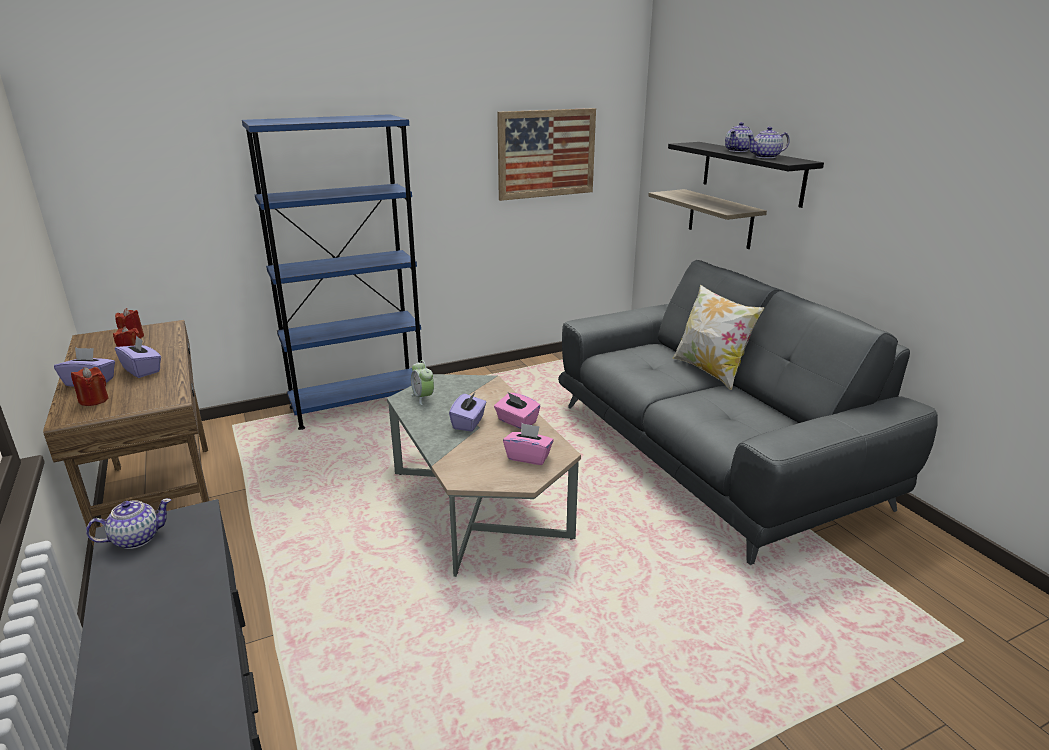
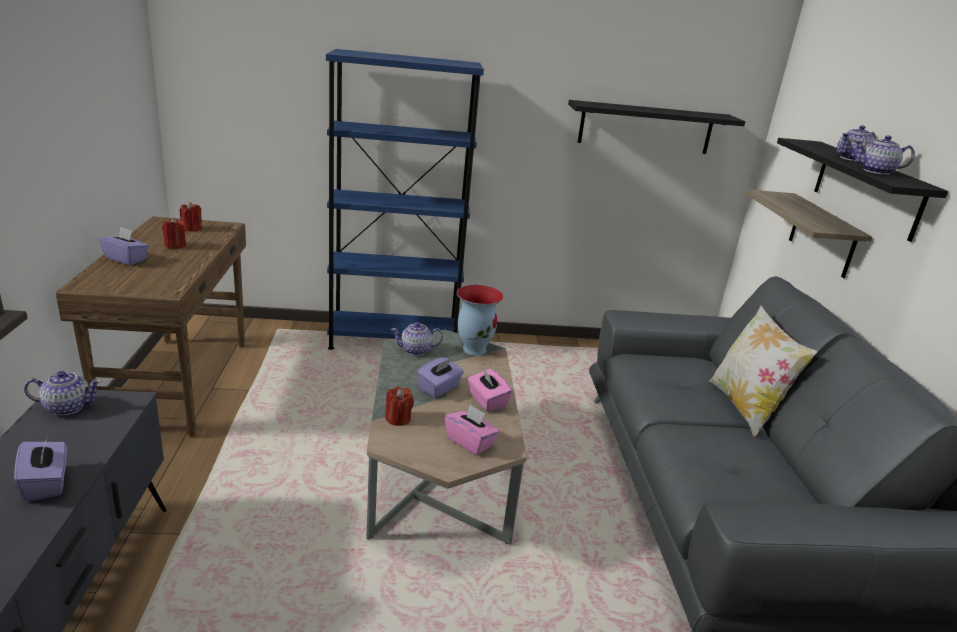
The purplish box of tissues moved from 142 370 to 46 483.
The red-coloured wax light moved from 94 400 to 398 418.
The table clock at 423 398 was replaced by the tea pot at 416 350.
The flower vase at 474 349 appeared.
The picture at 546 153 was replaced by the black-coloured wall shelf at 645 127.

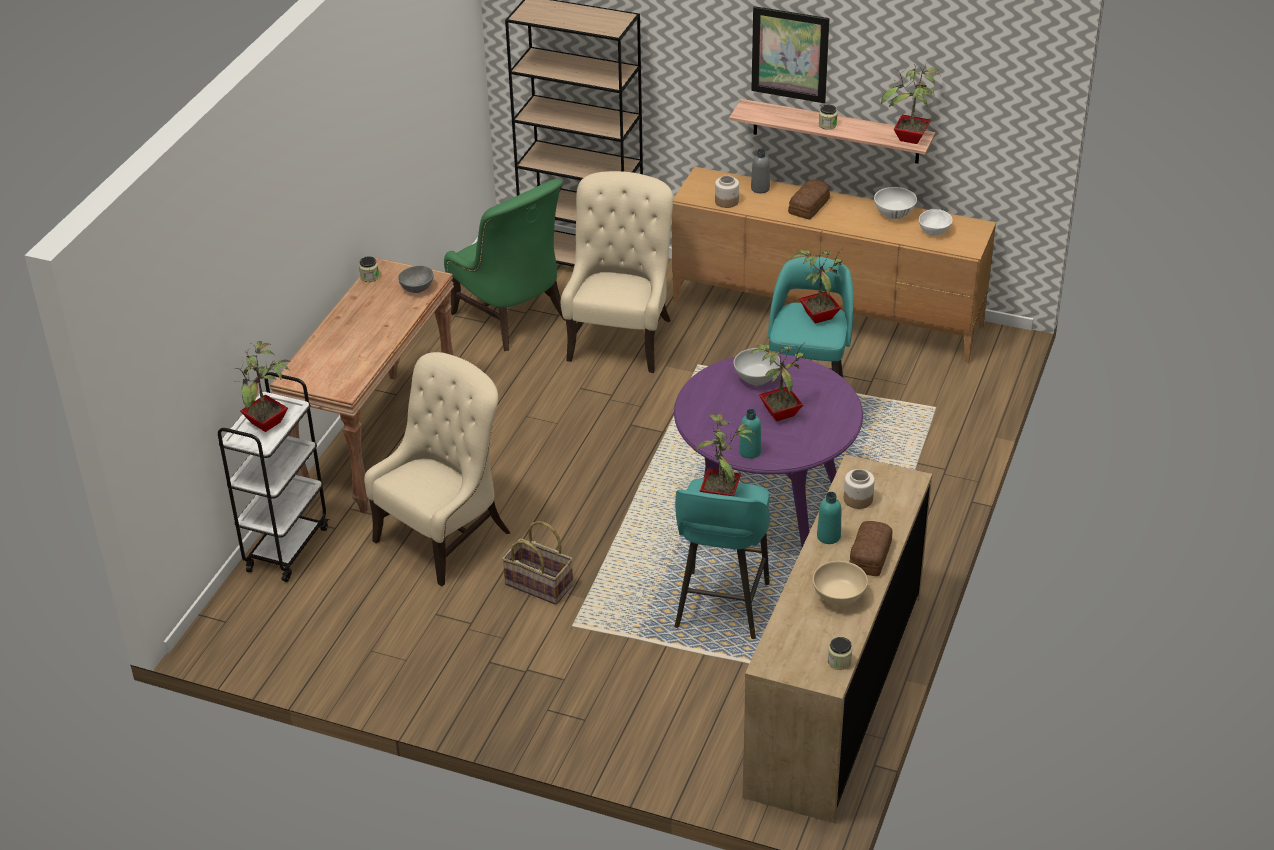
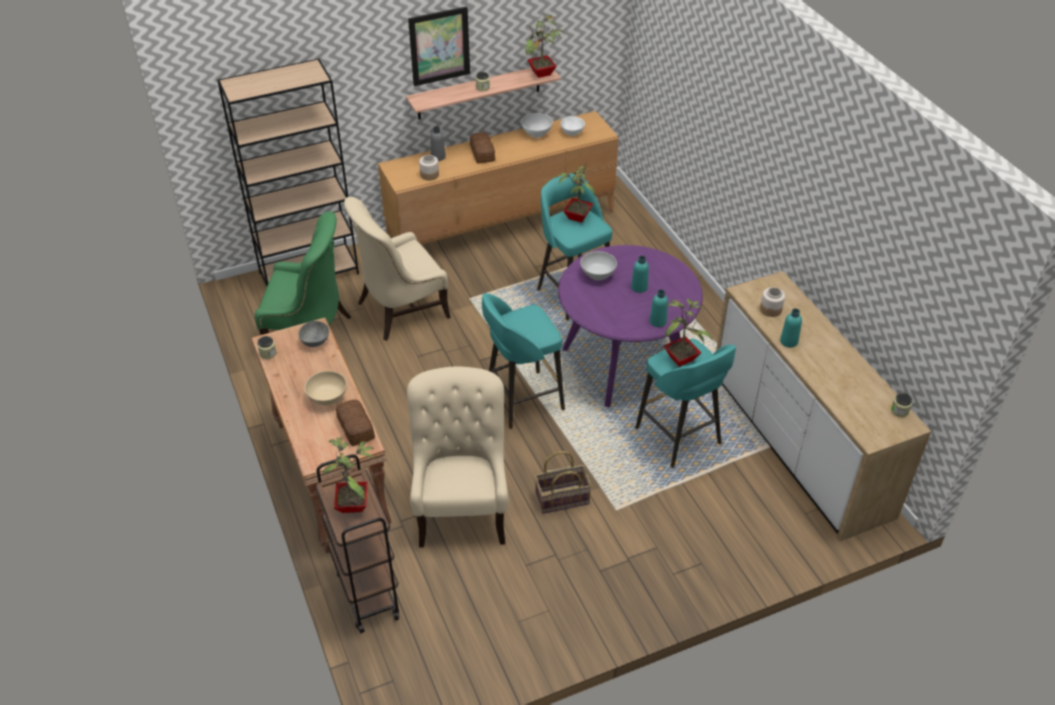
The beige-coloured serving bowl moved from 839 597 to 328 398.
The white trolley at 286 548 became the brownish trolley at 366 595.
The bread moved from 869 556 to 355 428.
The beige-coloured plain chair at 621 339 turned 90 degrees counterclockwise.
The blue-green stool at 522 400 appeared.
The houseplant at 779 412 was replaced by the blue-green bottle at 639 287.

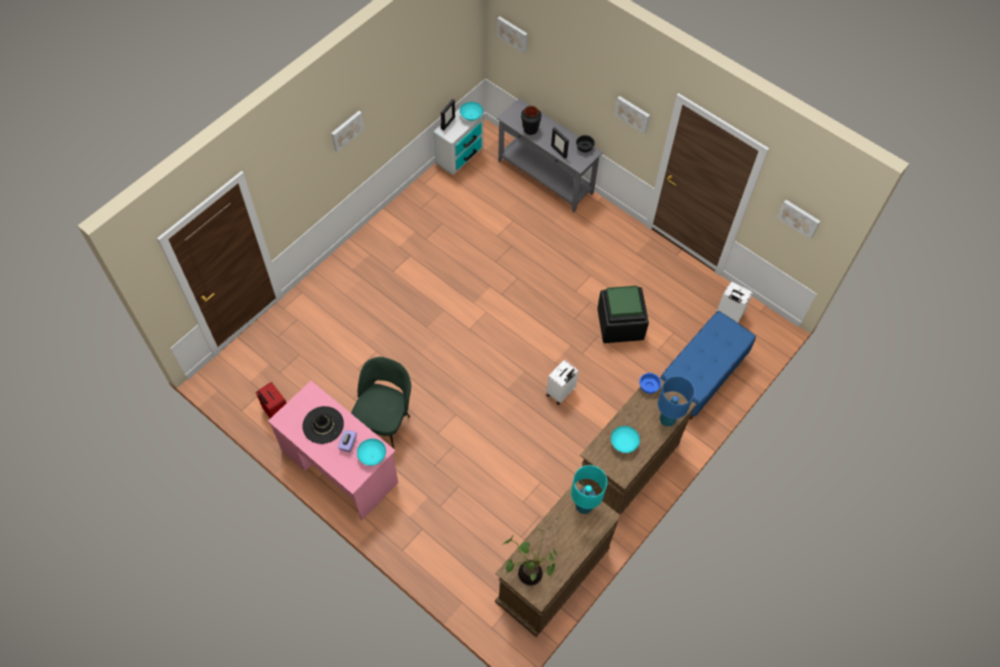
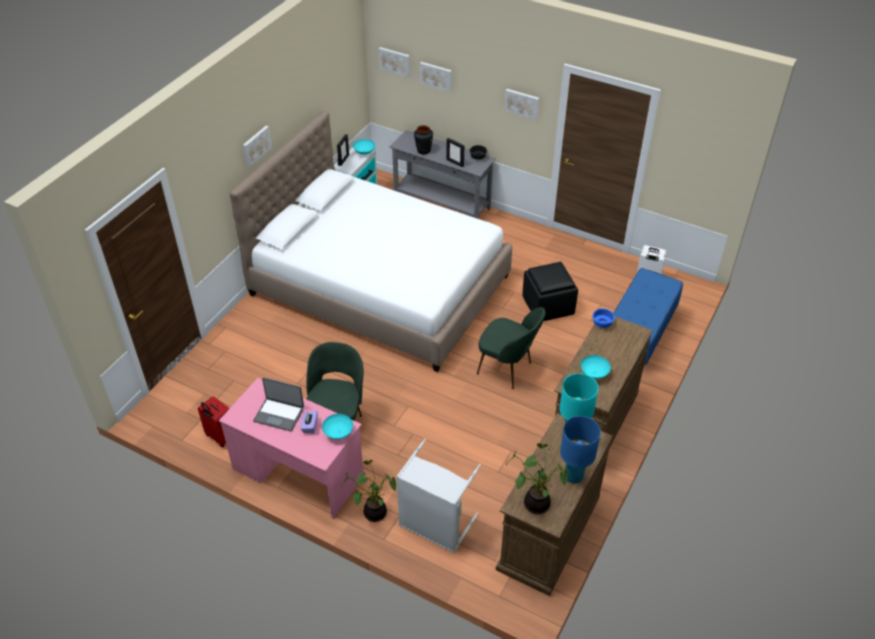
The white sleeping bed at 380 285 appeared.
The black-coloured wearable hat at 323 425 was replaced by the portable computer at 279 414.
The houseplant at 374 511 appeared.
The grey hamper at 434 526 appeared.
The picture moved from 799 218 to 436 76.
The white suitcase at 561 392 was replaced by the green plain chair at 508 370.
The bluish tabletop lamp moved from 667 419 to 574 476.
The green carrying tray at 624 302 disappeared.

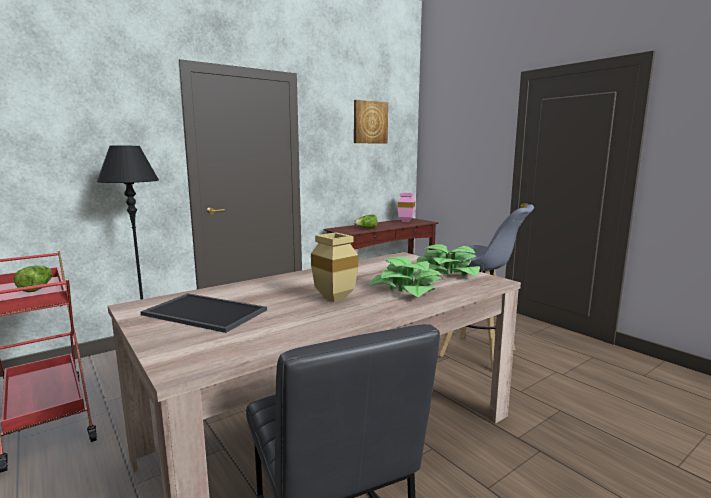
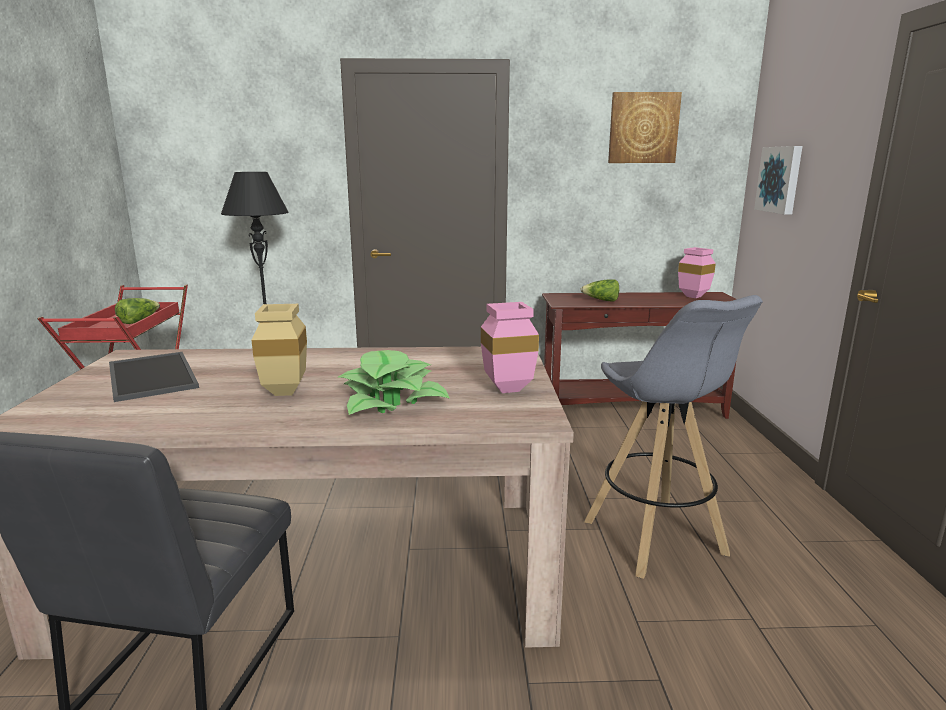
The houseplant at 447 271 was replaced by the pinkish flower vase at 510 388.
The picture at 780 179 appeared.

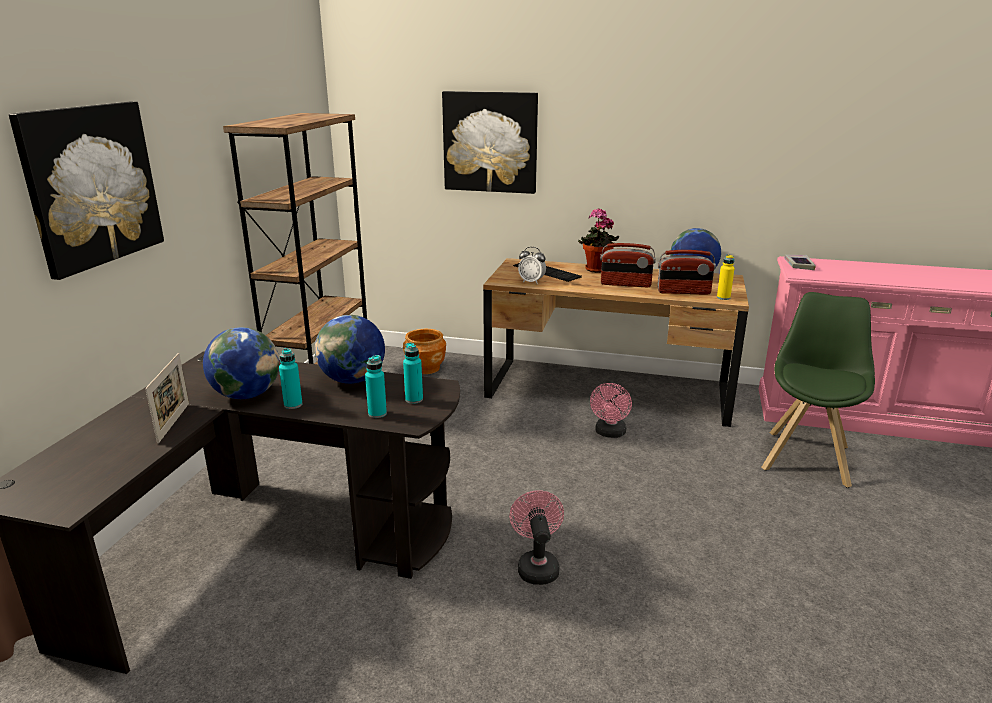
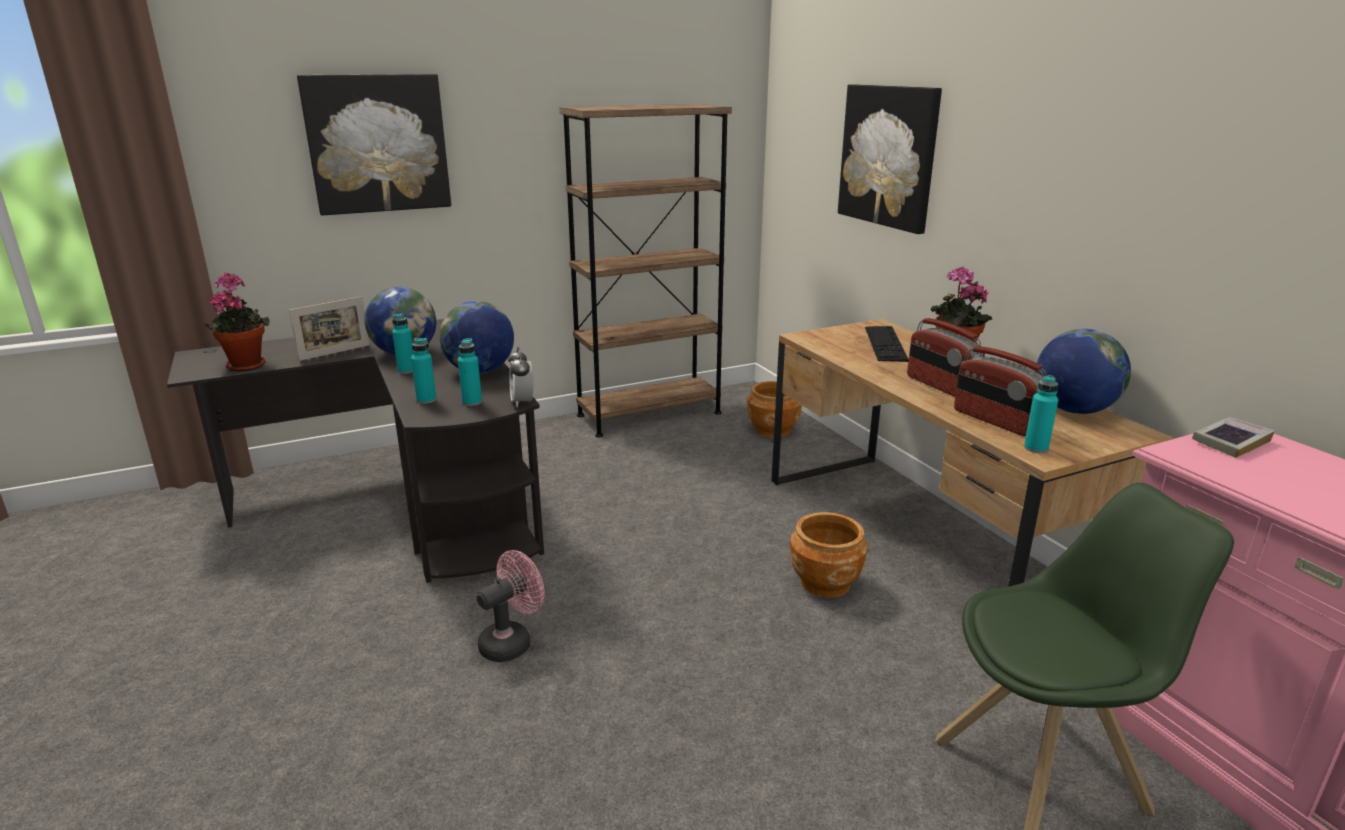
The houseplant at 246 365 appeared.
The table clock moved from 531 282 to 522 402.
The pinkish fan at 609 433 was replaced by the brownish plant pot at 825 582.
The yellow-coloured bottle at 723 297 became the blue-green bottle at 1035 448.

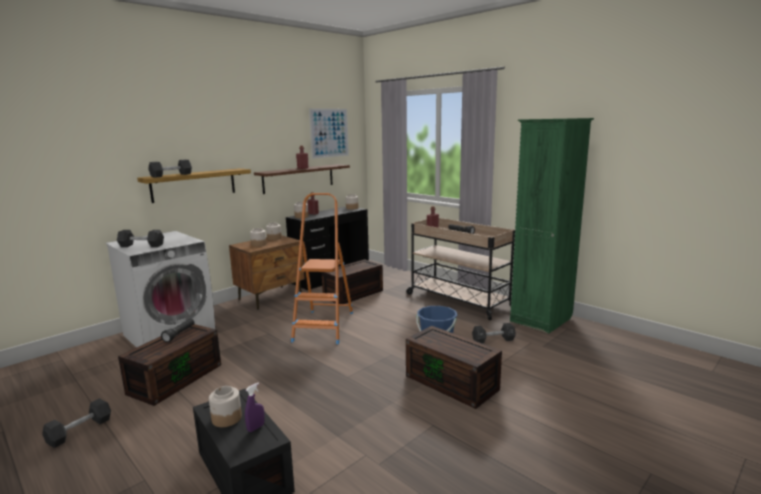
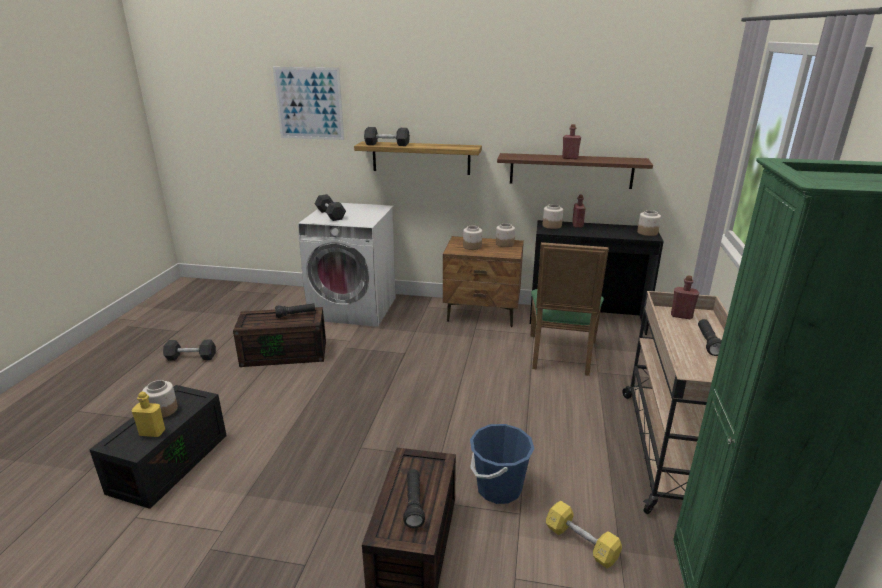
The purplish spray bottle at 256 427 was replaced by the yellow-coloured bottle at 152 432.
The picture moved from 329 133 to 309 103.
The black-coloured flashlight at 413 503 appeared.
The brownish storage box at 353 294 was replaced by the green plain chair at 561 357.
The black-coloured dumbbell at 493 340 became the yellow-coloured dumbbell at 581 543.
The orangey stepladder at 323 326 disappeared.

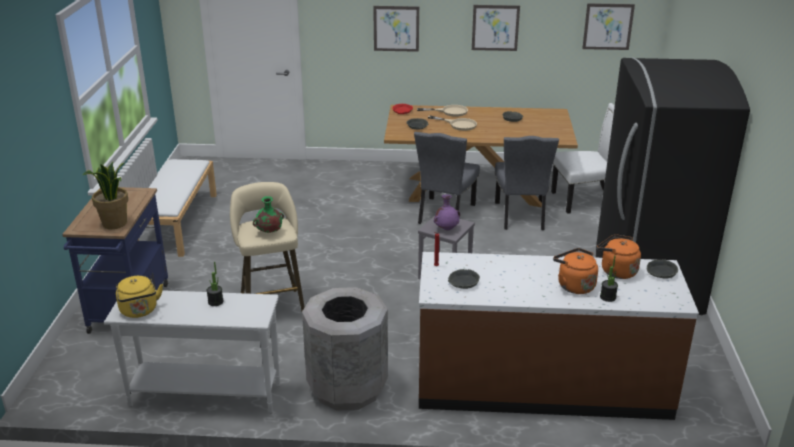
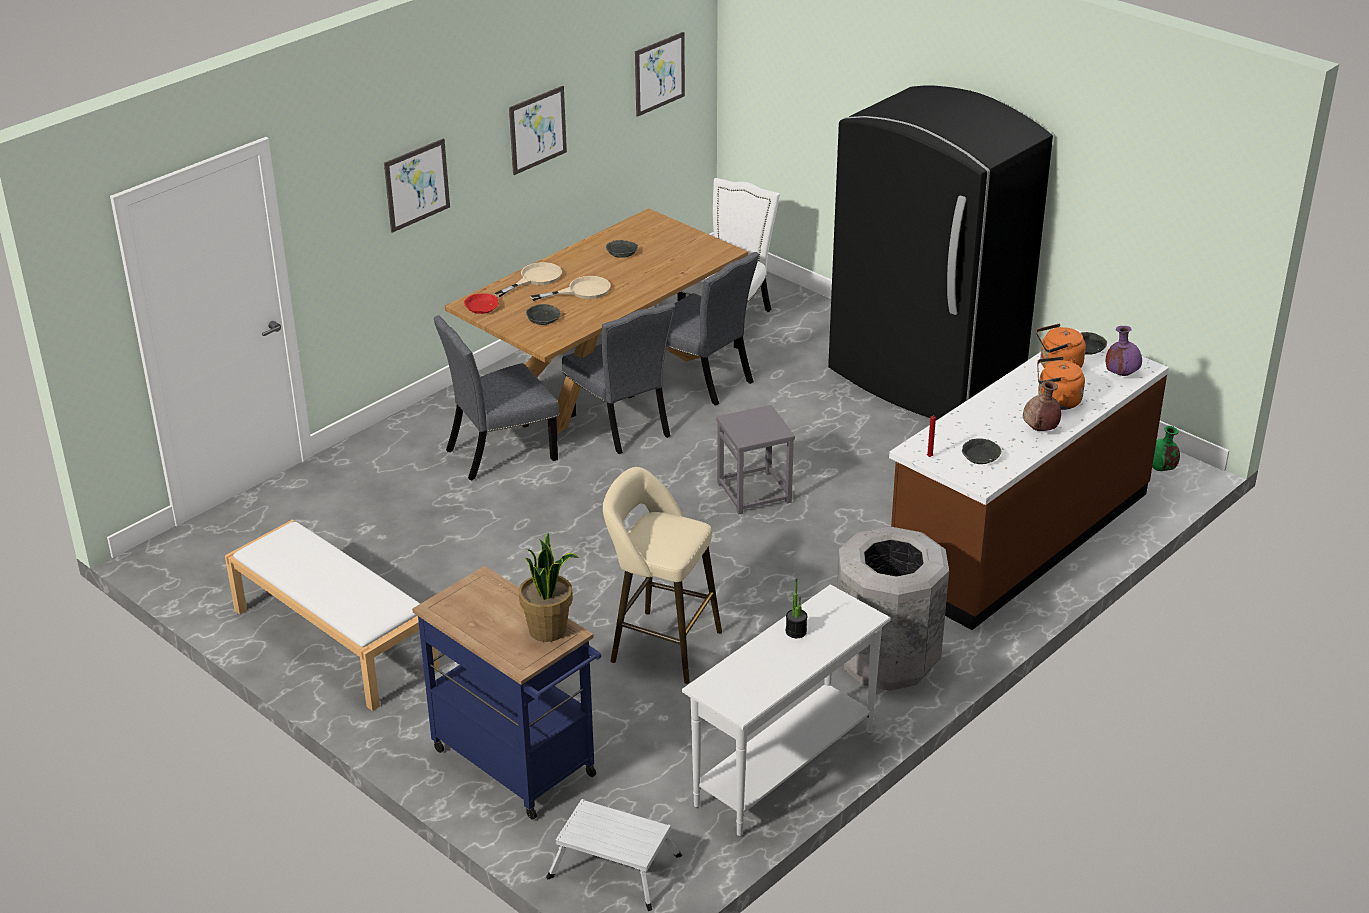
The grey plain chair at 502 452 appeared.
The white stepladder at 613 866 appeared.
The brownish flower vase at 1040 430 appeared.
The purplish flower vase moved from 446 229 to 1121 374.
The green flower vase moved from 269 232 to 1160 469.
The yellow-coloured tea kettle at 139 311 disappeared.
The houseplant at 608 297 disappeared.

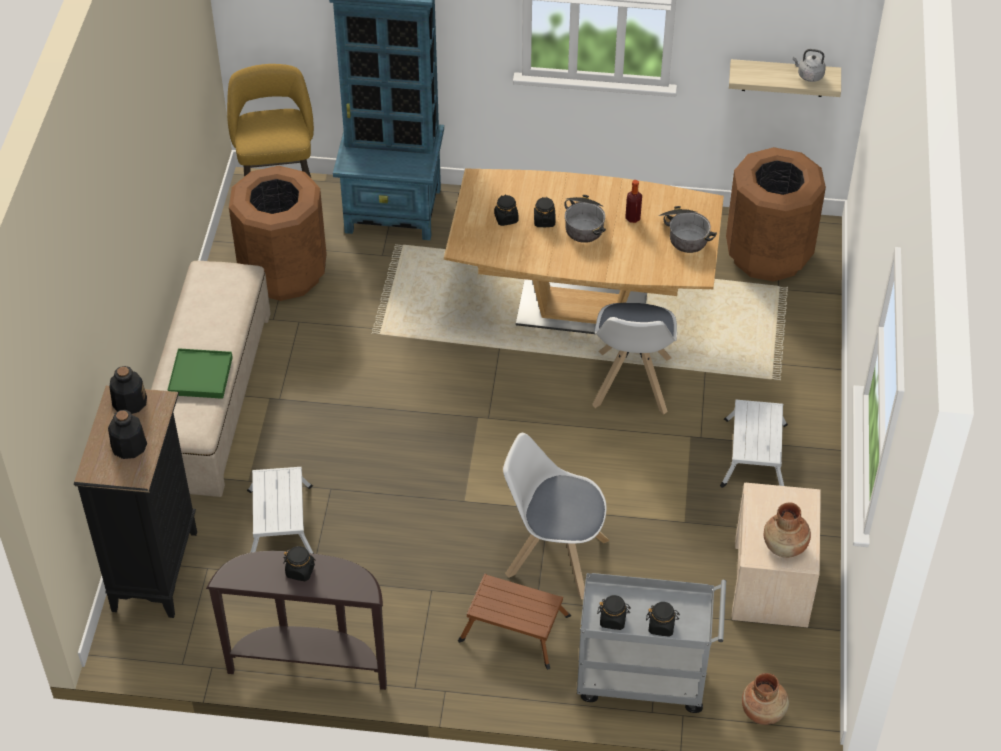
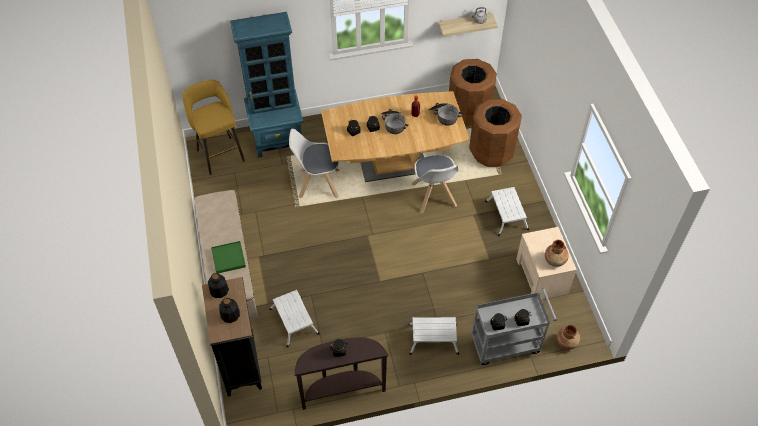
The plain chair moved from 554 556 to 317 183.
The brownish stepladder at 514 628 became the white stepladder at 433 338.
The brownish trash can moved from 284 273 to 491 152.

